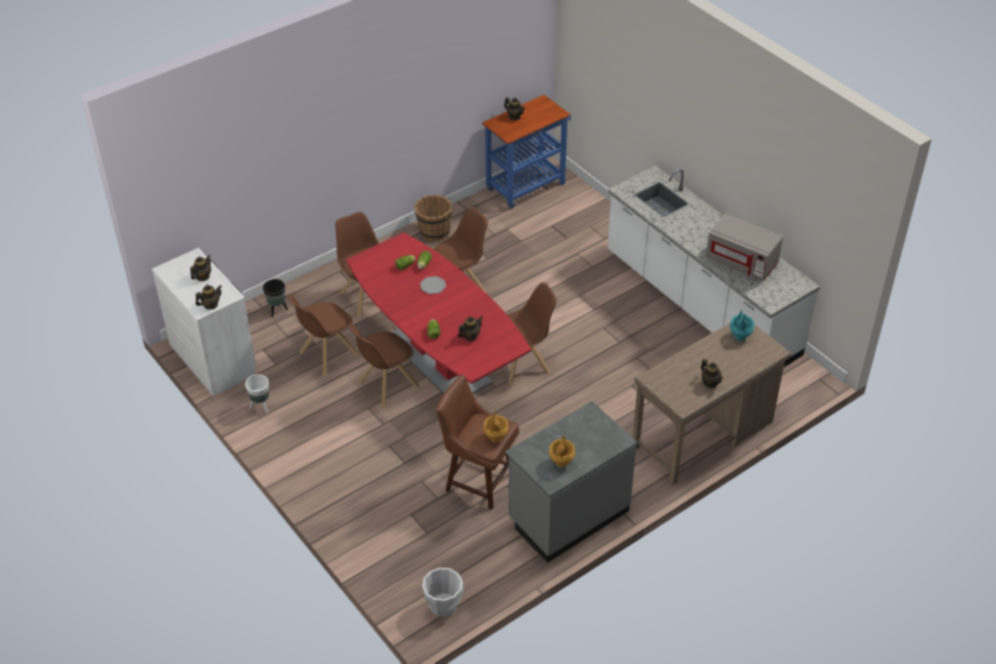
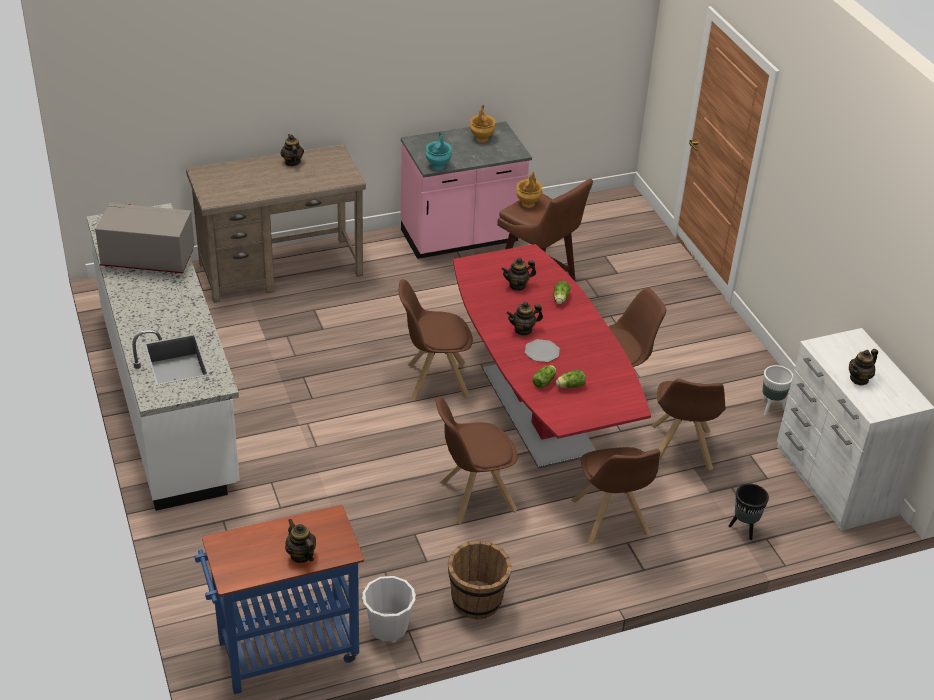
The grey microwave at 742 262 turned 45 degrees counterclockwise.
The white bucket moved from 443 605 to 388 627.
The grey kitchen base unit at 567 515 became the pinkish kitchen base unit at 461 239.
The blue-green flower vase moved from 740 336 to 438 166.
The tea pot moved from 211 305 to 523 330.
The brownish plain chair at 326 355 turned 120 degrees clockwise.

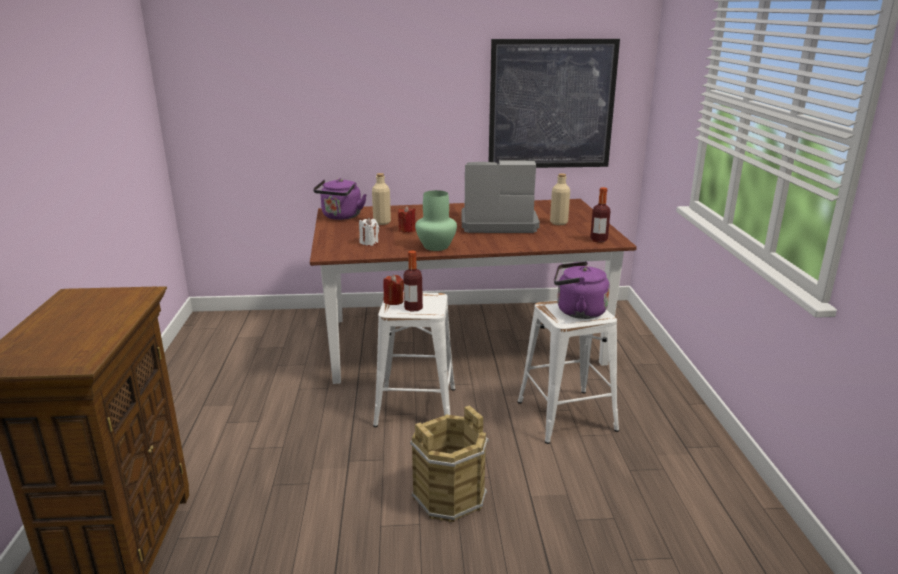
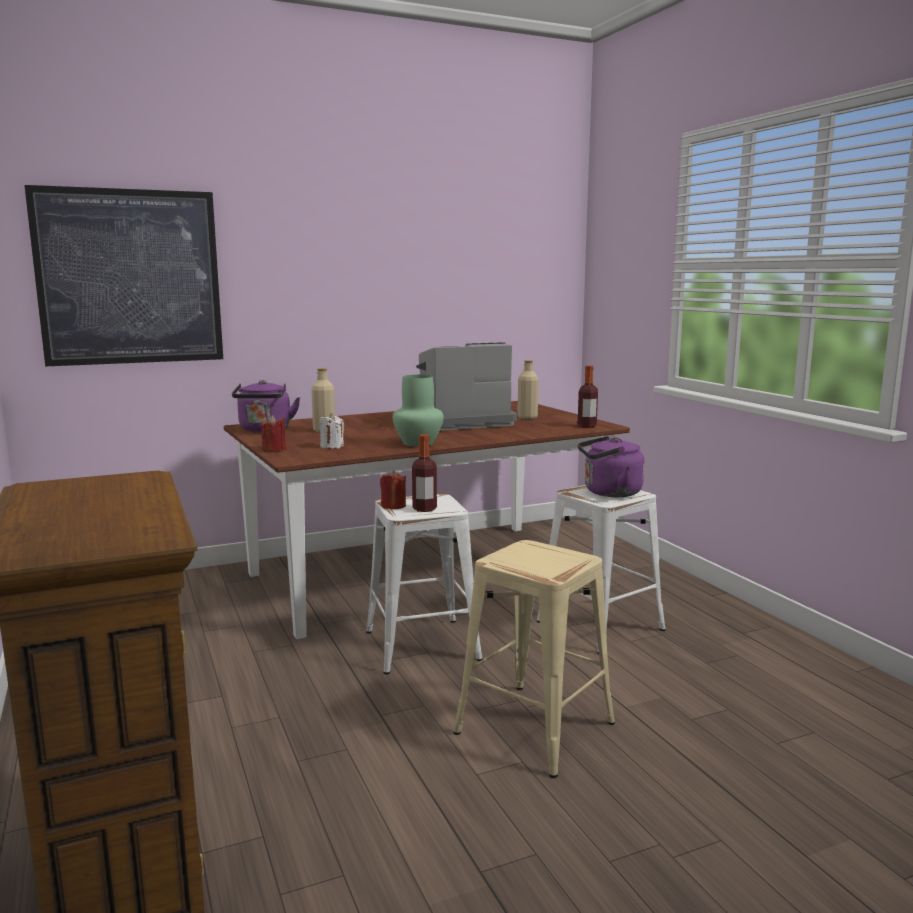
The picture moved from 551 105 to 130 277.
The red-coloured wax light moved from 407 230 to 274 449.
The brownish bucket at 449 497 was replaced by the beige-coloured stool at 535 727.

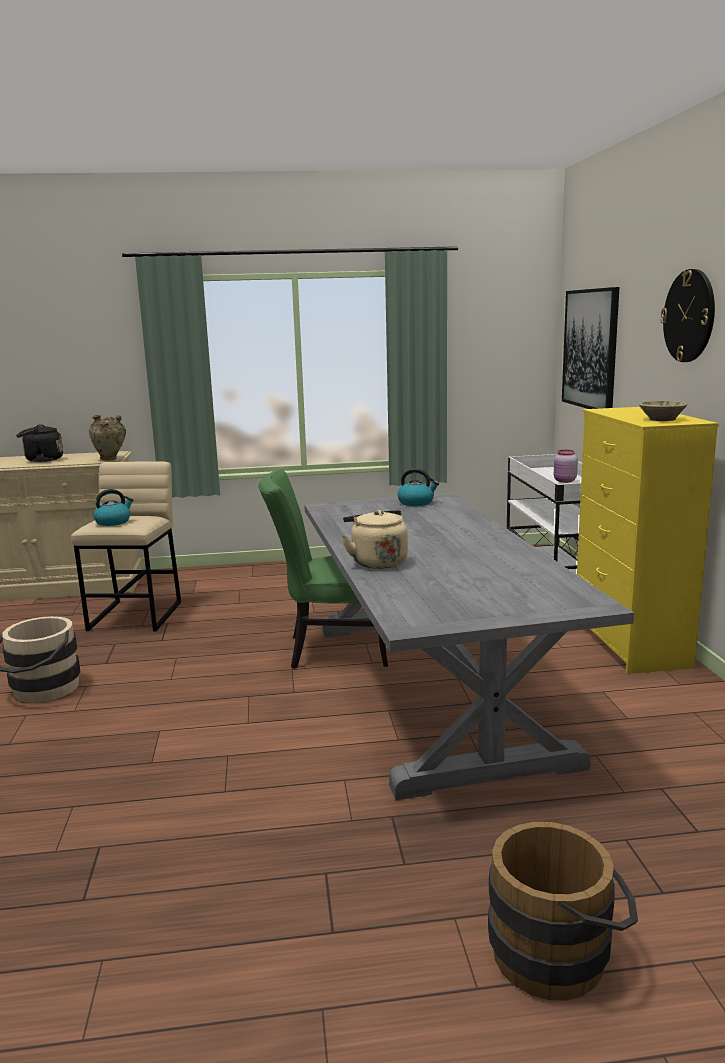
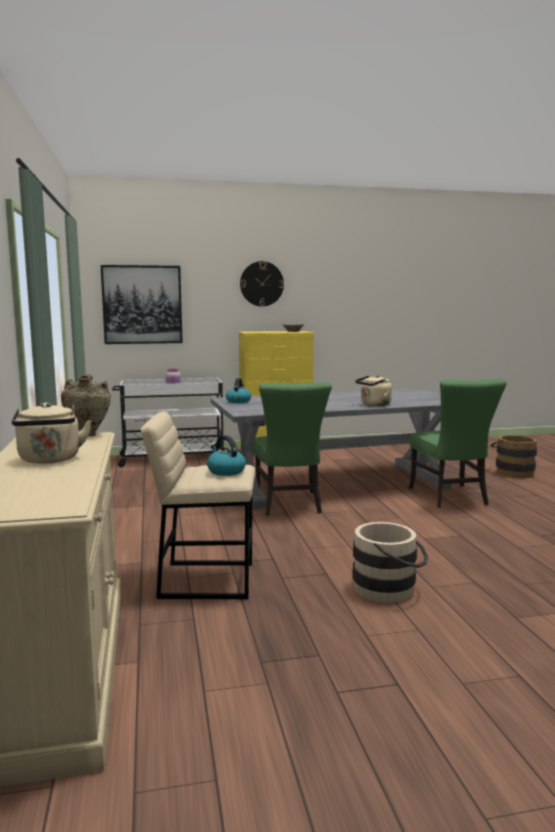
The black-coloured tea kettle at 41 460 became the beige-coloured tea kettle at 50 460.
The green plain chair at 451 497 appeared.

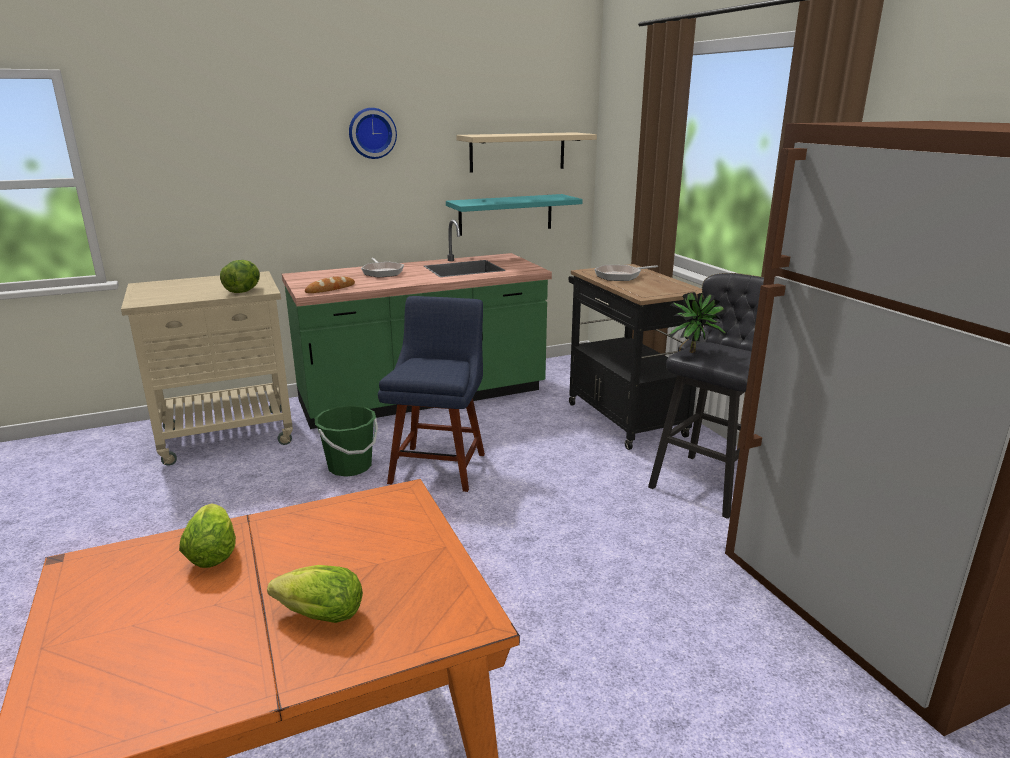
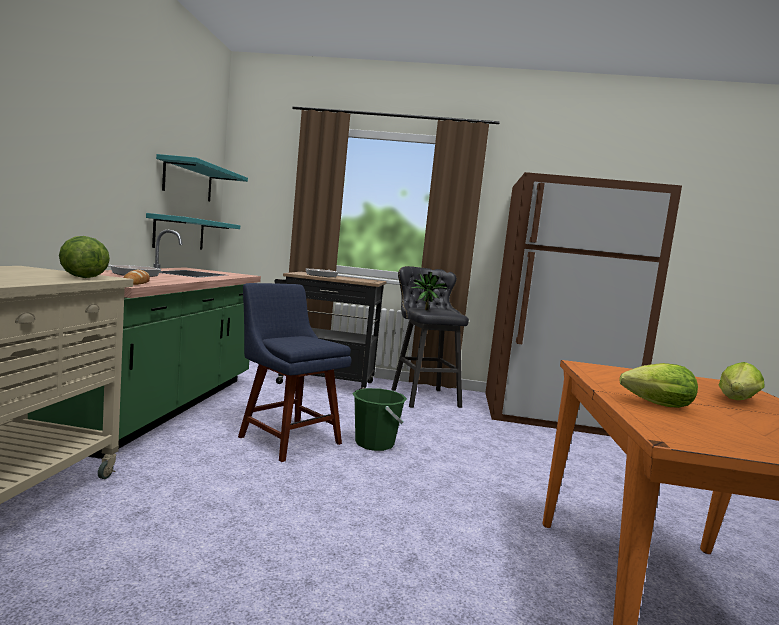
The beige-coloured wall shelf at 517 152 became the blue-green wall shelf at 188 181.
The green bucket moved from 350 467 to 374 443.
The clock on the wall at 372 133 disappeared.

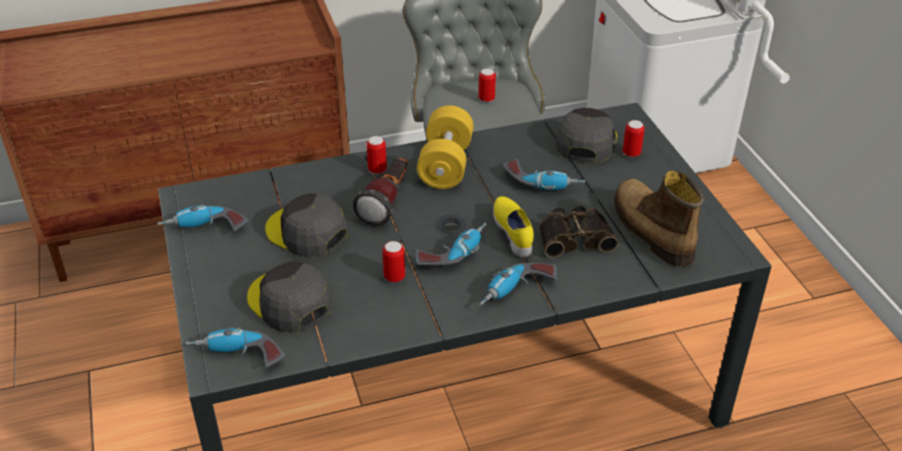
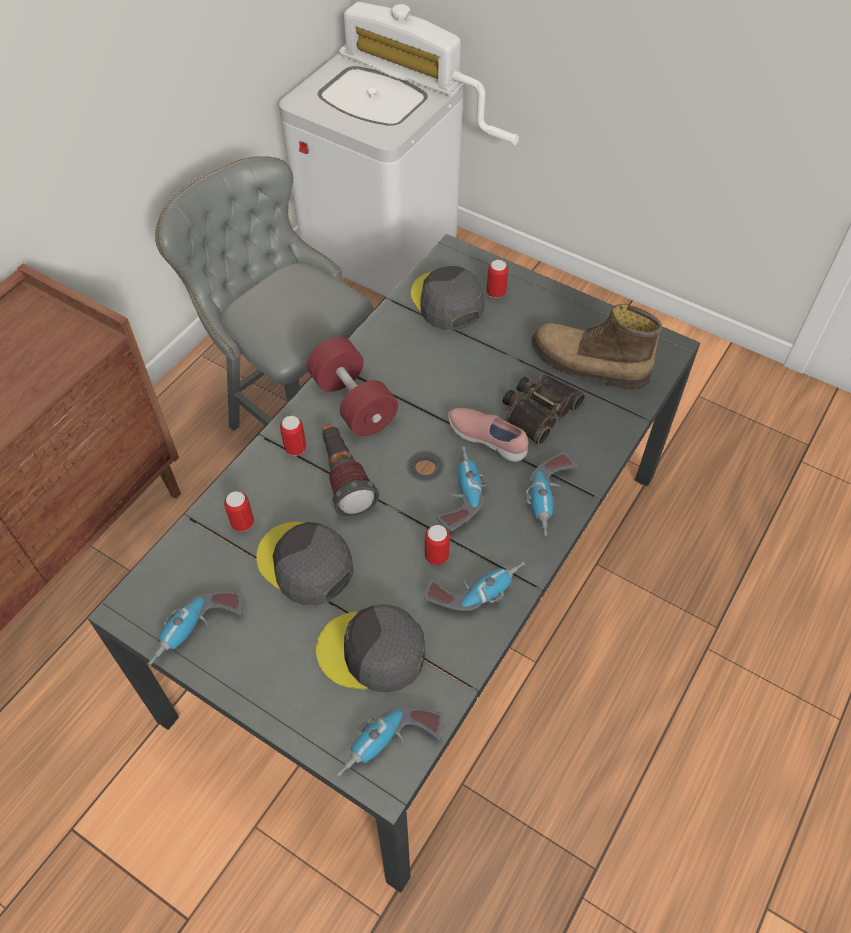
The can moved from 486 99 to 242 523.
The grey peaked cap at 307 232 turned 45 degrees clockwise.
The yellow-coloured dumbbell at 445 165 became the red-coloured dumbbell at 353 402.
The electric drill moved from 543 183 to 475 588.
The yellow-coloured low shoe at 514 233 became the pinkish low shoe at 487 439.

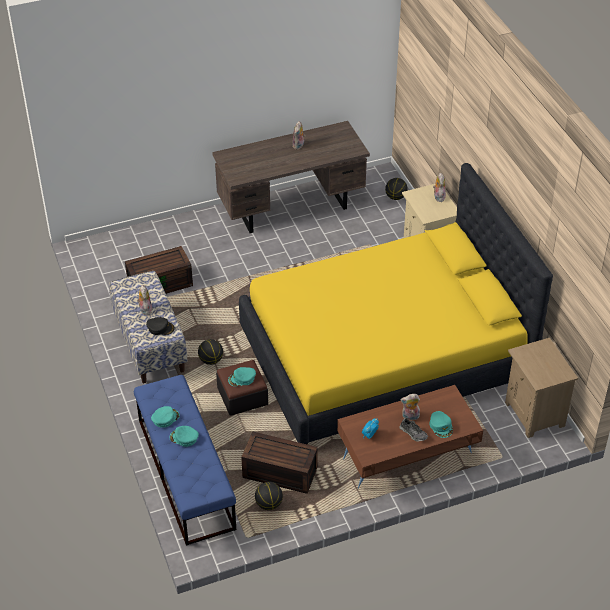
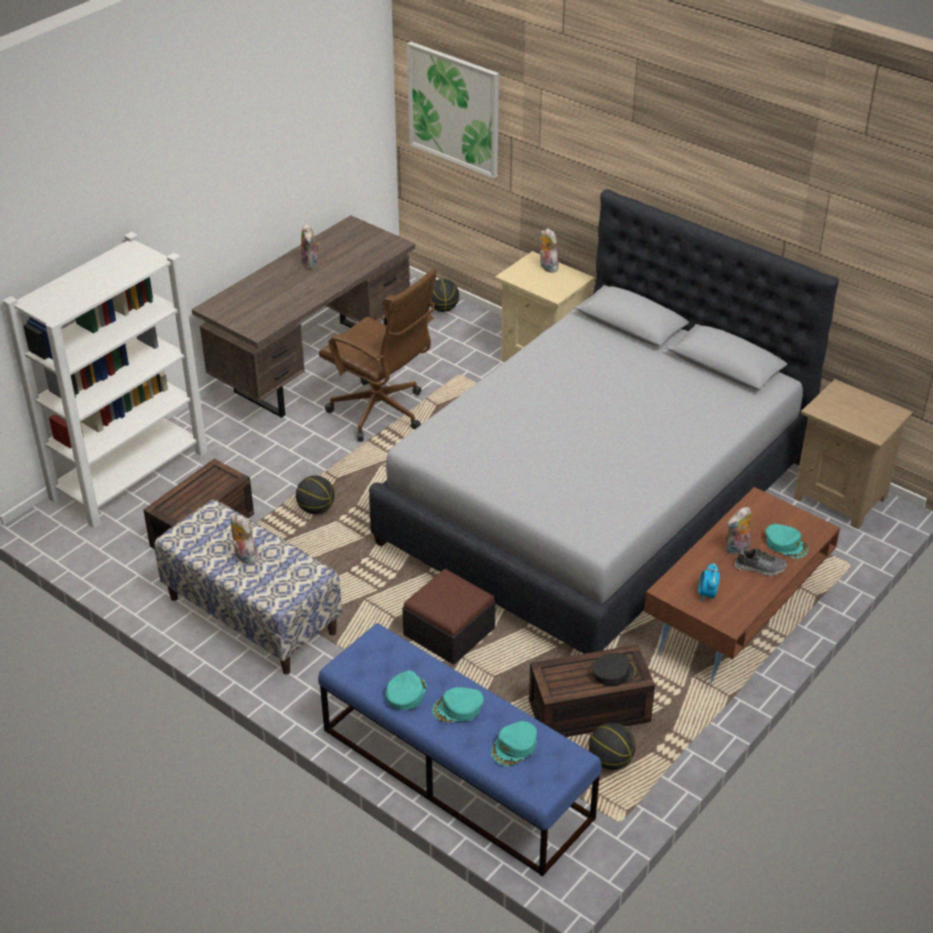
The white bookcase at 129 475 appeared.
The basketball moved from 211 360 to 316 509.
The brownish office chair at 382 413 appeared.
The yellow-coloured sleeping bed at 385 356 became the grey sleeping bed at 597 501.
The picture at 454 109 appeared.
The blue-green peaked cap moved from 242 379 to 514 747.
The black-coloured peaked cap moved from 160 328 to 614 672.

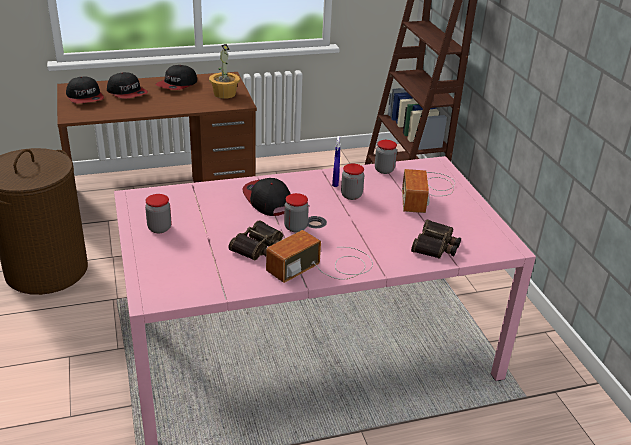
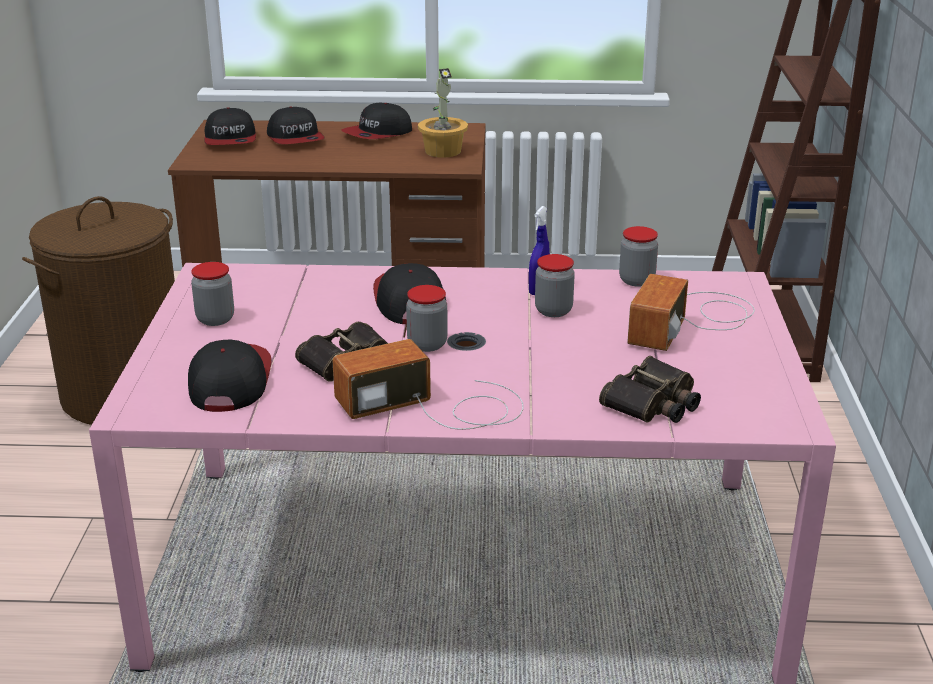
The peaked cap at 229 381 appeared.

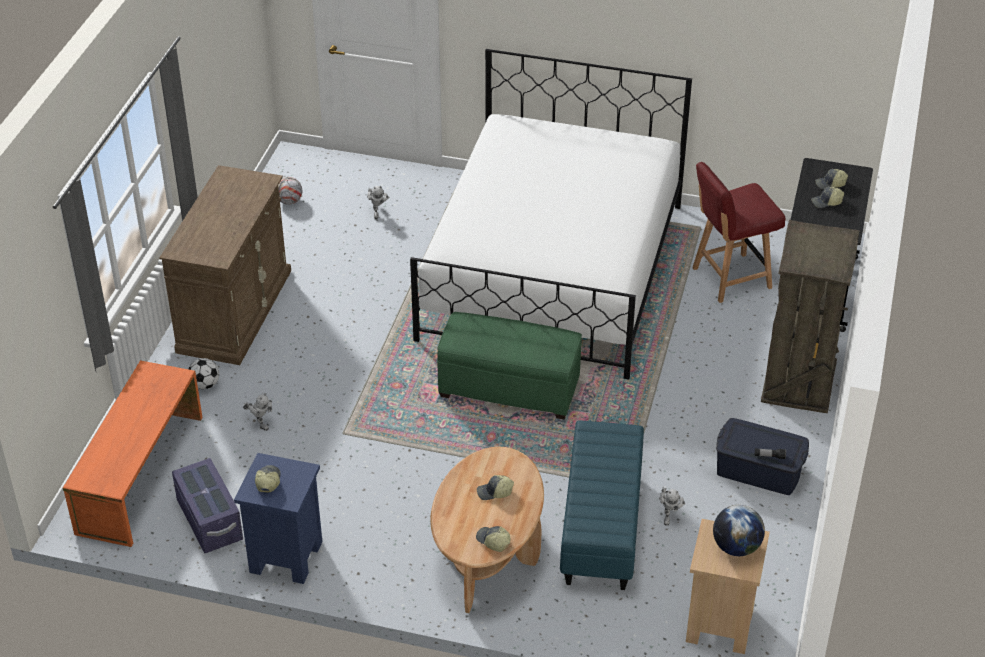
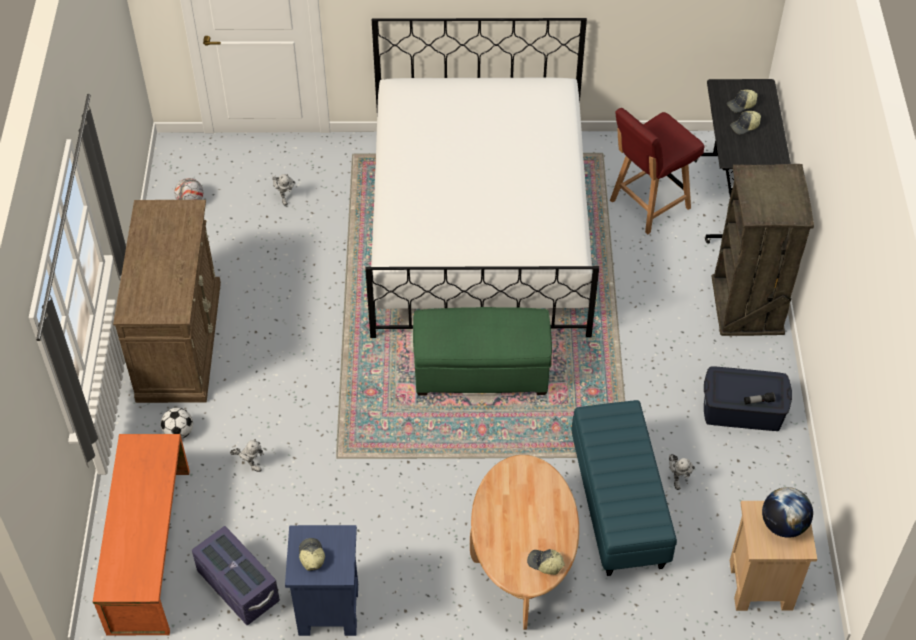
The peaked cap at 494 492 disappeared.

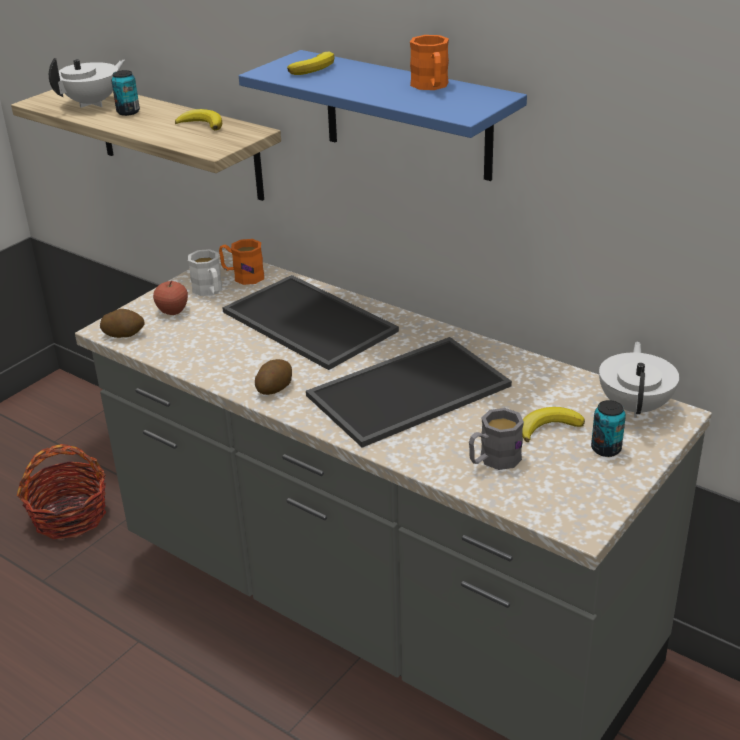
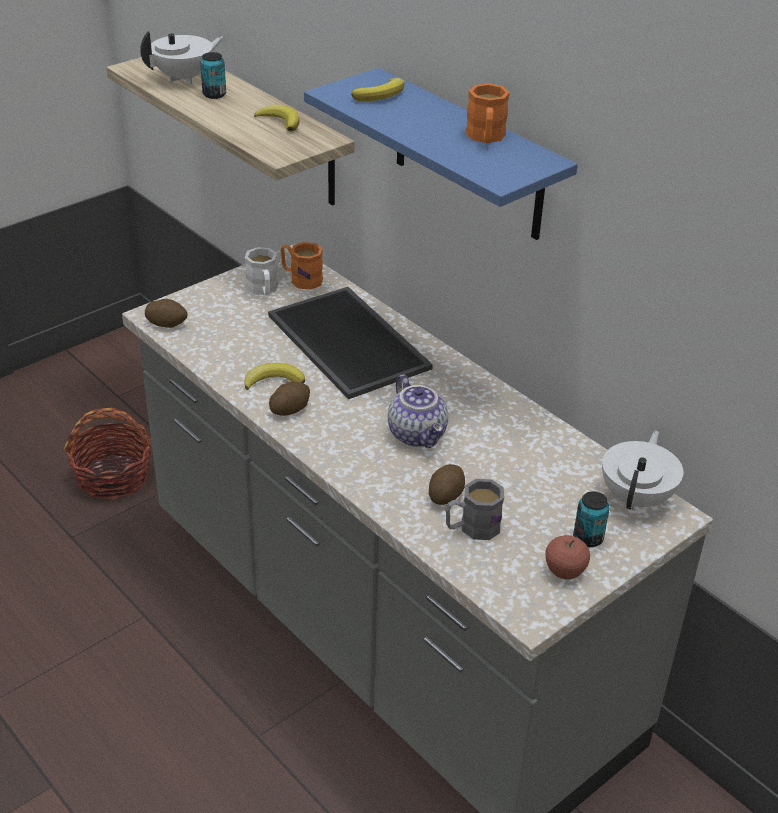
The banana moved from 548 427 to 273 380.
The carrying tray at 408 389 was replaced by the tea pot at 418 435.
The spud at 445 494 appeared.
The apple fruit moved from 172 311 to 564 571.

